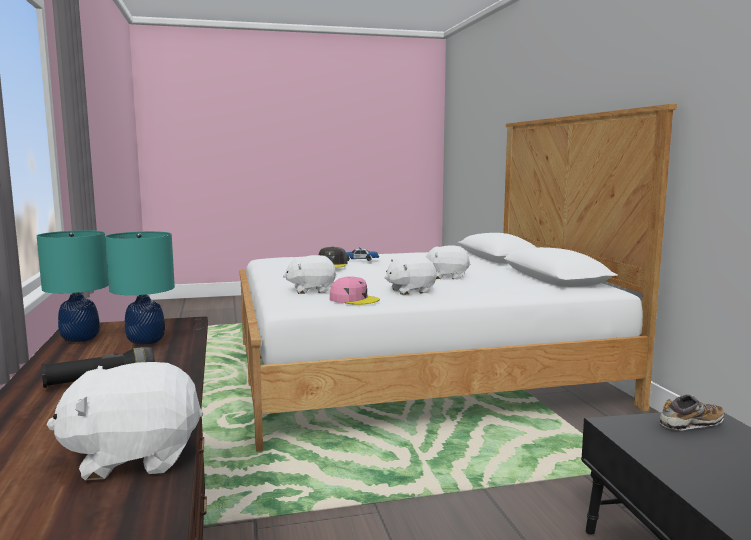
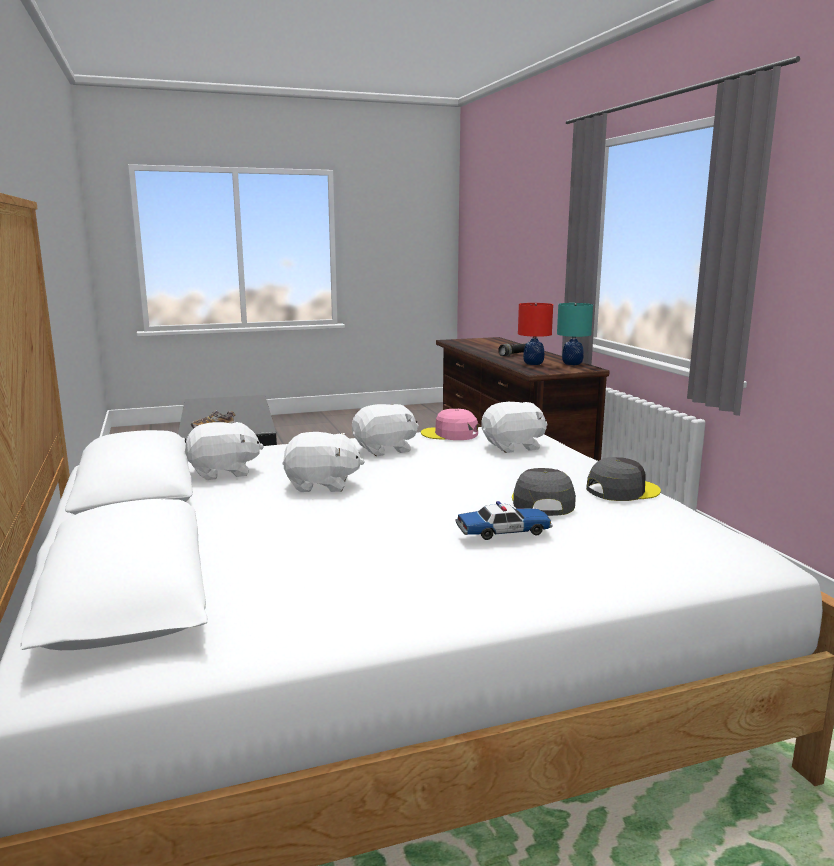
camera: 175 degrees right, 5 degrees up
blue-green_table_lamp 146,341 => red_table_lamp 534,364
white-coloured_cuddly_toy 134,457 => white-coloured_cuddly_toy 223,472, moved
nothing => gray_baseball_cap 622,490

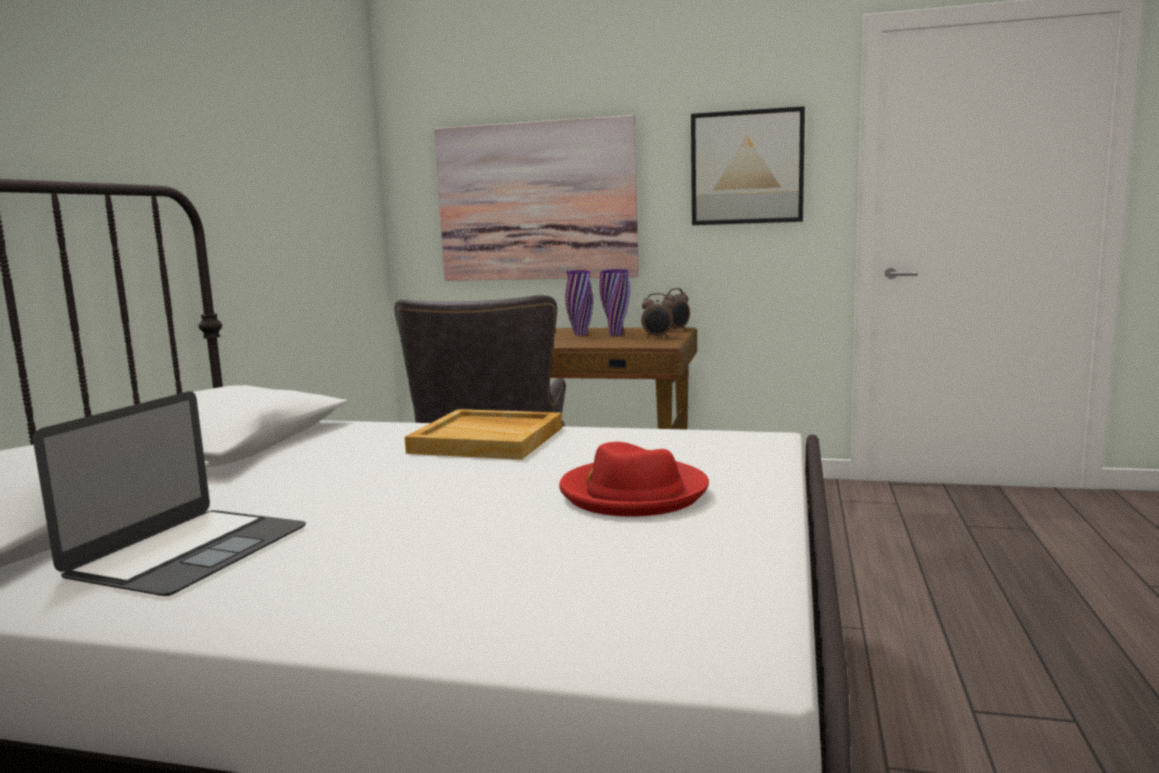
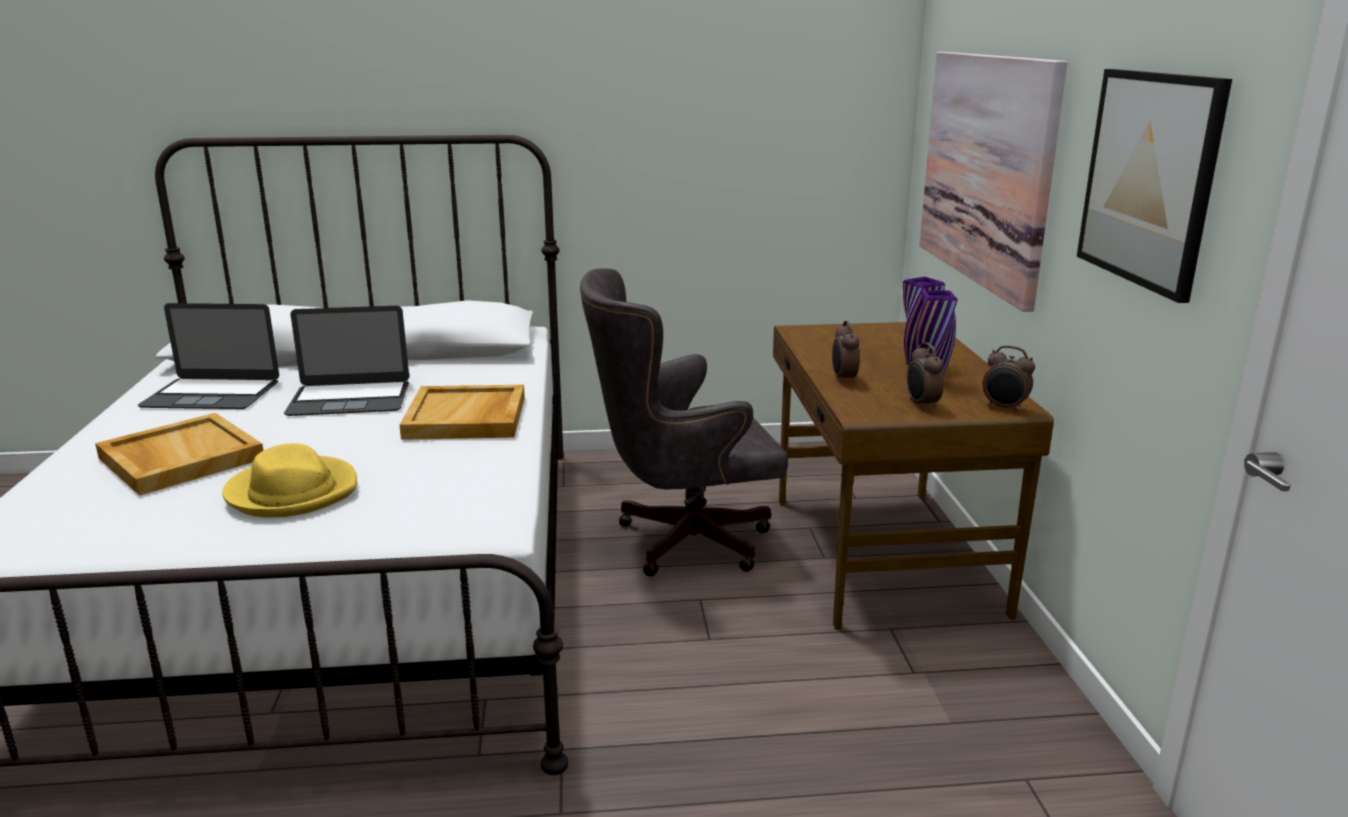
camera: 70 degrees right, 10 degrees up
red_clothing_hat 633,493 => yellow-coloured_clothing_hat 292,492
nothing => laptop 349,399
nothing => table_clock 843,379
nothing => beige-coloured_tray 180,458

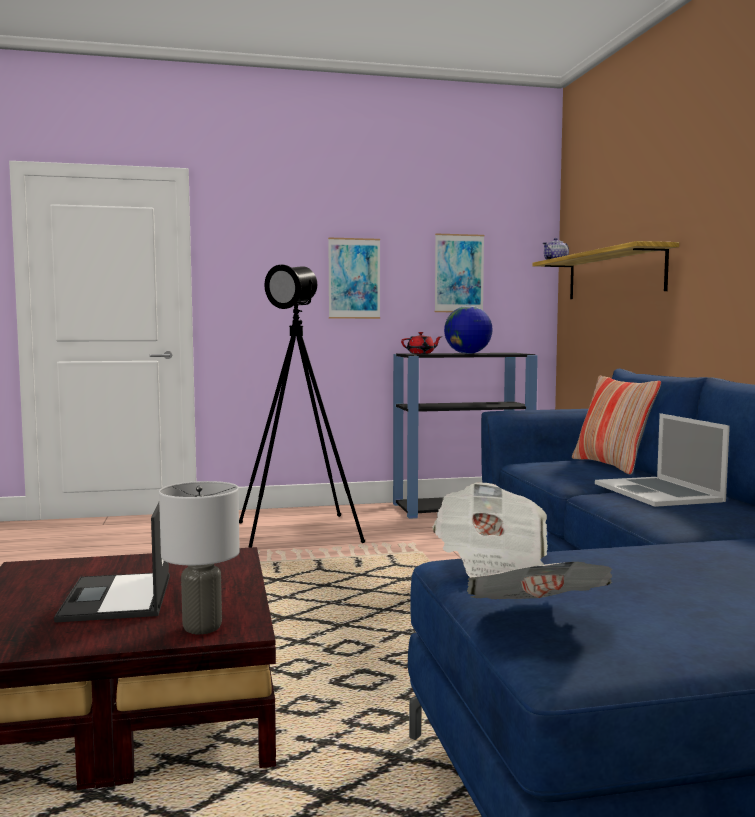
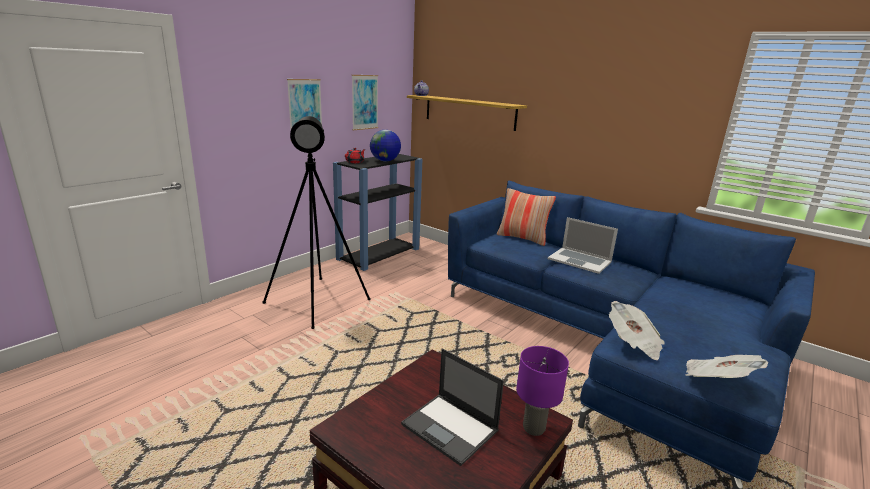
camera: 40 degrees left, 15 degrees up
white-coloured_table_lamp 200,629 => purple_table_lamp 533,430

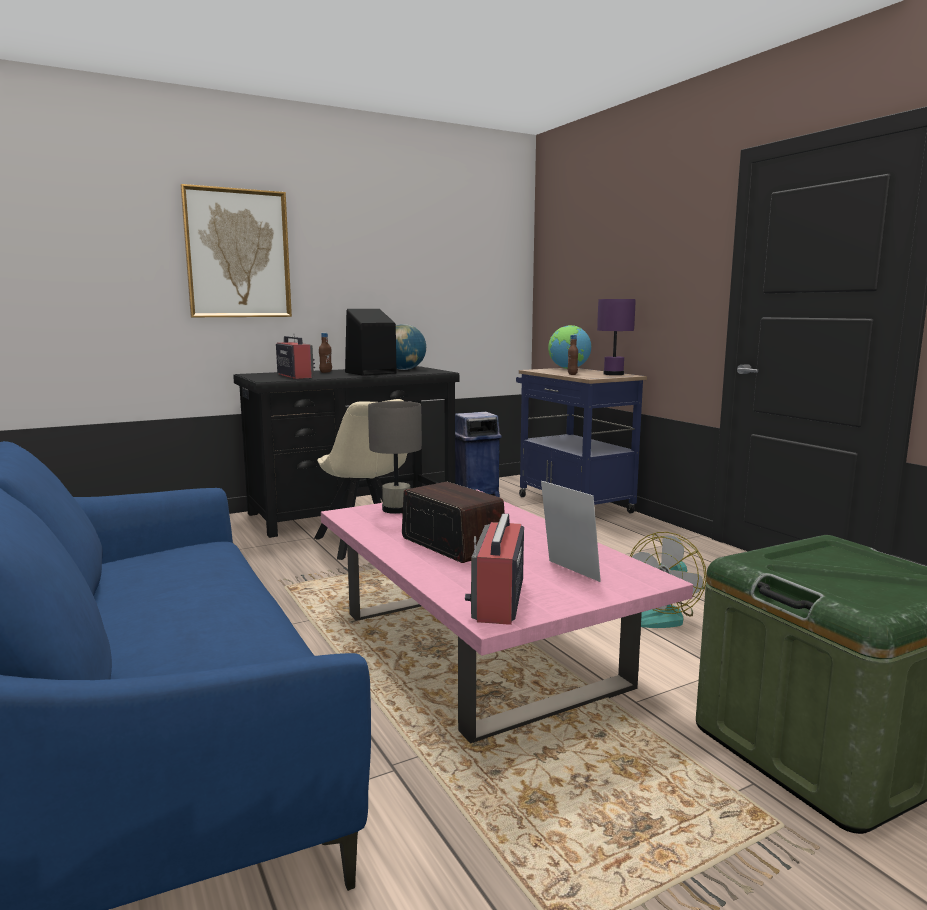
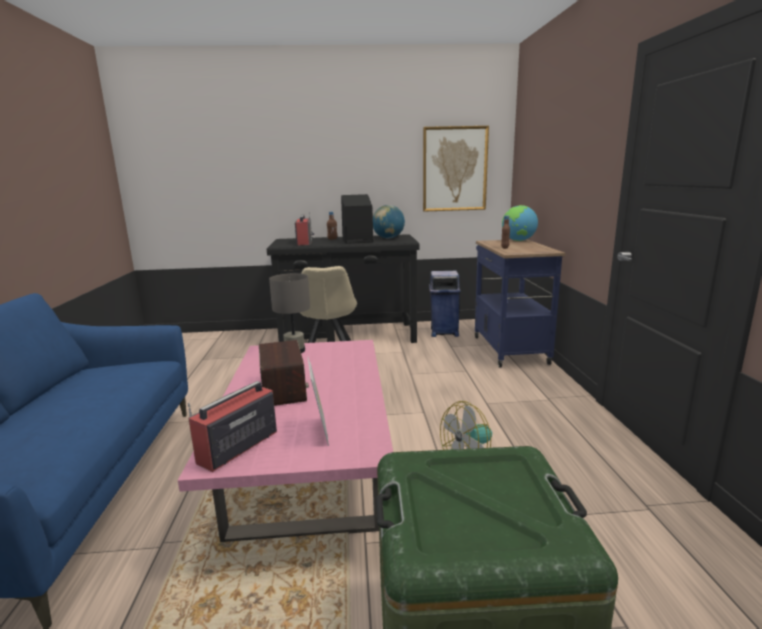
camera: 25 degrees right, 5 degrees up
picture 238,254 => picture 454,169, moved
purple_table_lamp 613,374 => nothing

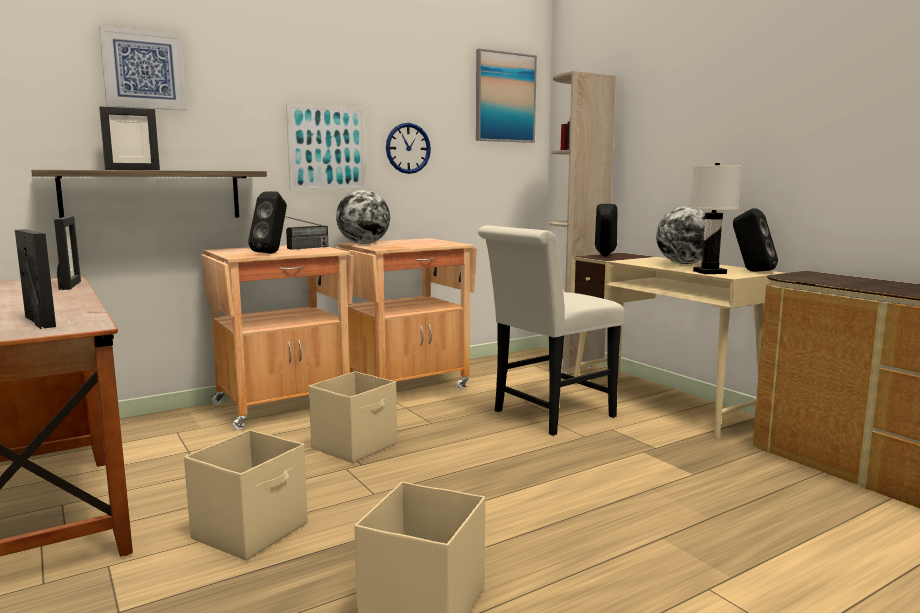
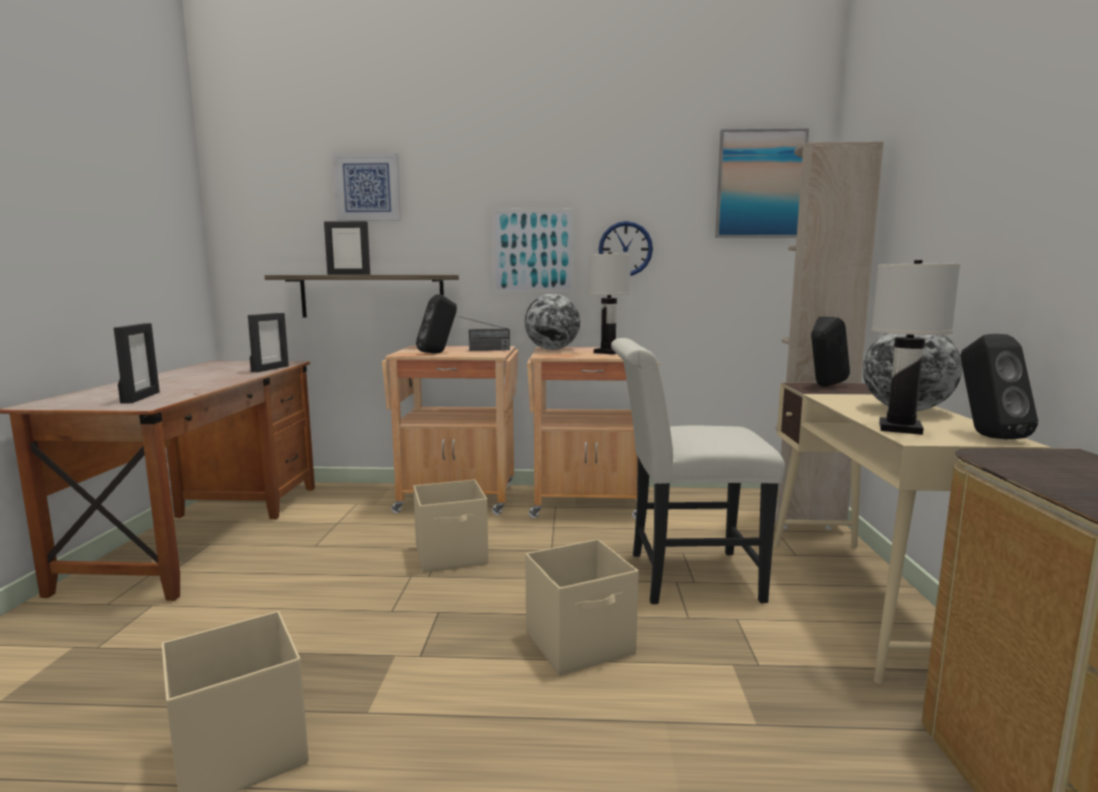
camera: 35 degrees right, 0 degrees up
beige-coloured_storage_box 252,531 => beige-coloured_storage_box 581,643, moved
nothing => white-coloured_table_lamp 607,352

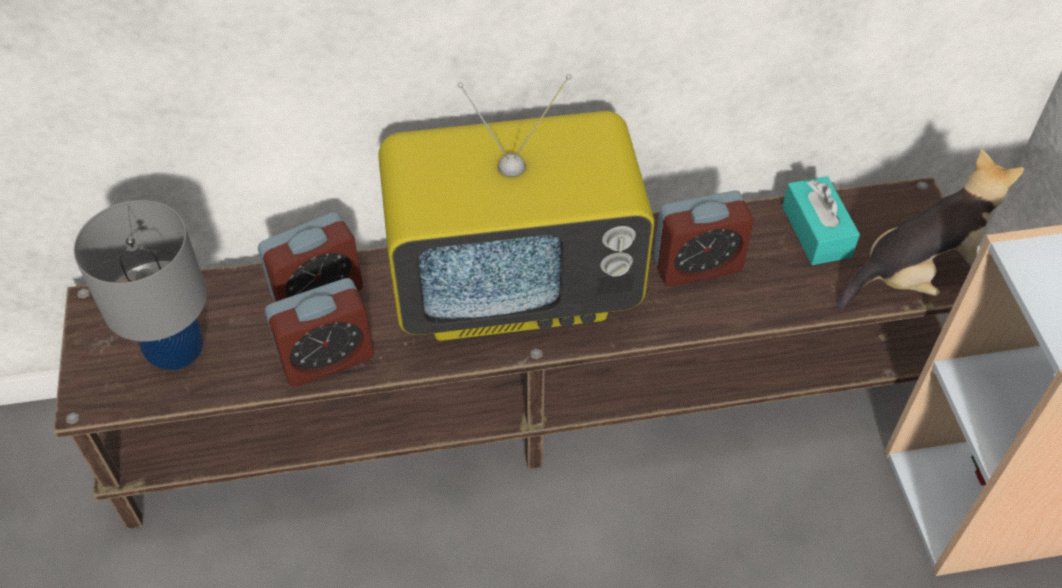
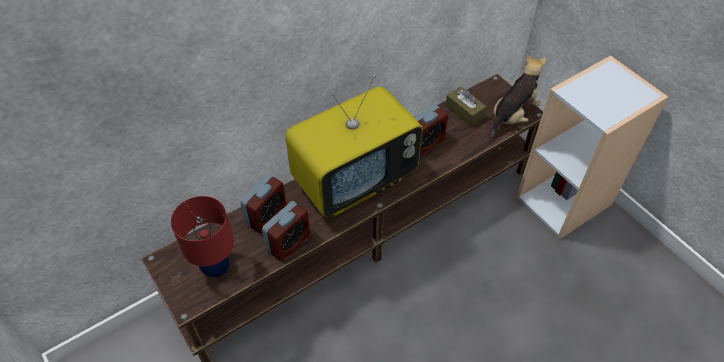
camera: 25 degrees left, 0 degrees up
blue-green_tissue_holder 816,231 => brown-coloured_tissue_holder 464,112
gray_table_lamp 179,350 => red_table_lamp 216,266

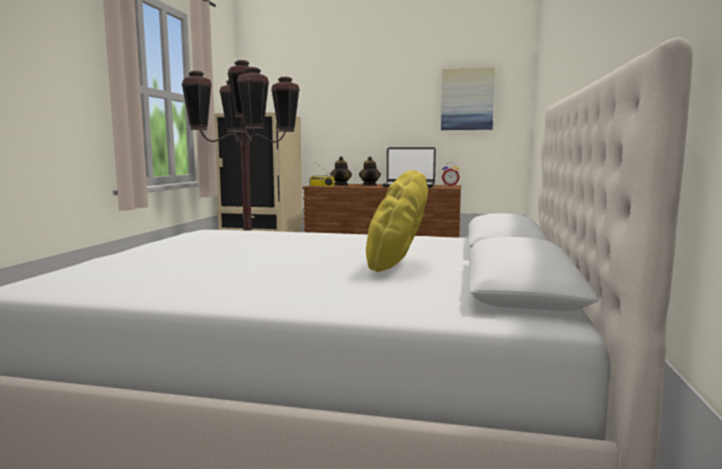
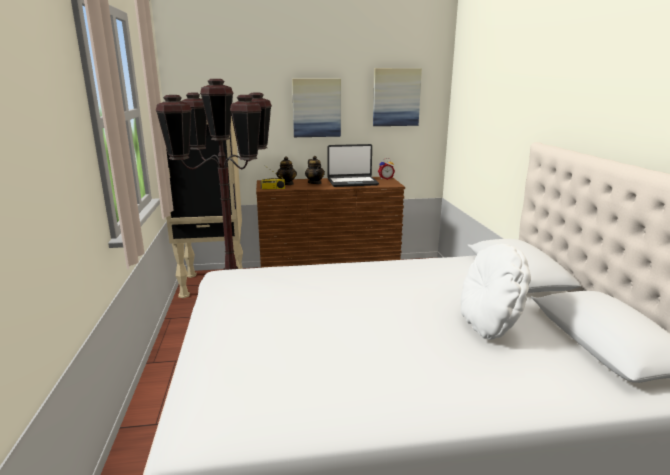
camera: 20 degrees left, 10 degrees up
yellow-coloured_cushion 397,269 => white-coloured_cushion 488,327
nothing => picture 316,108

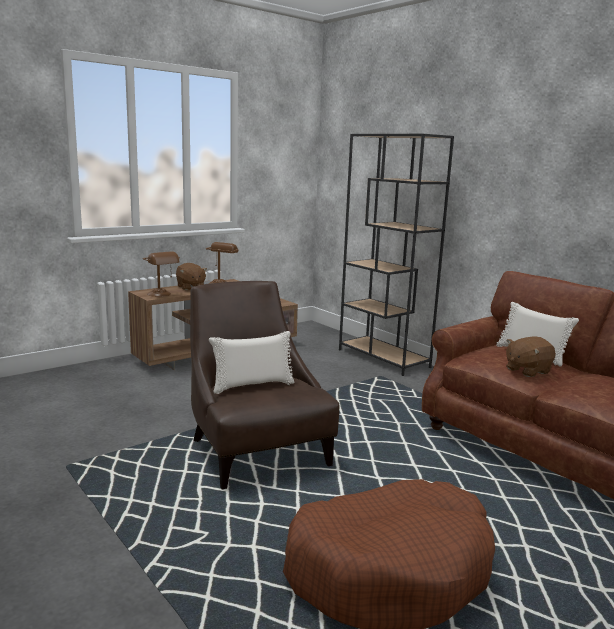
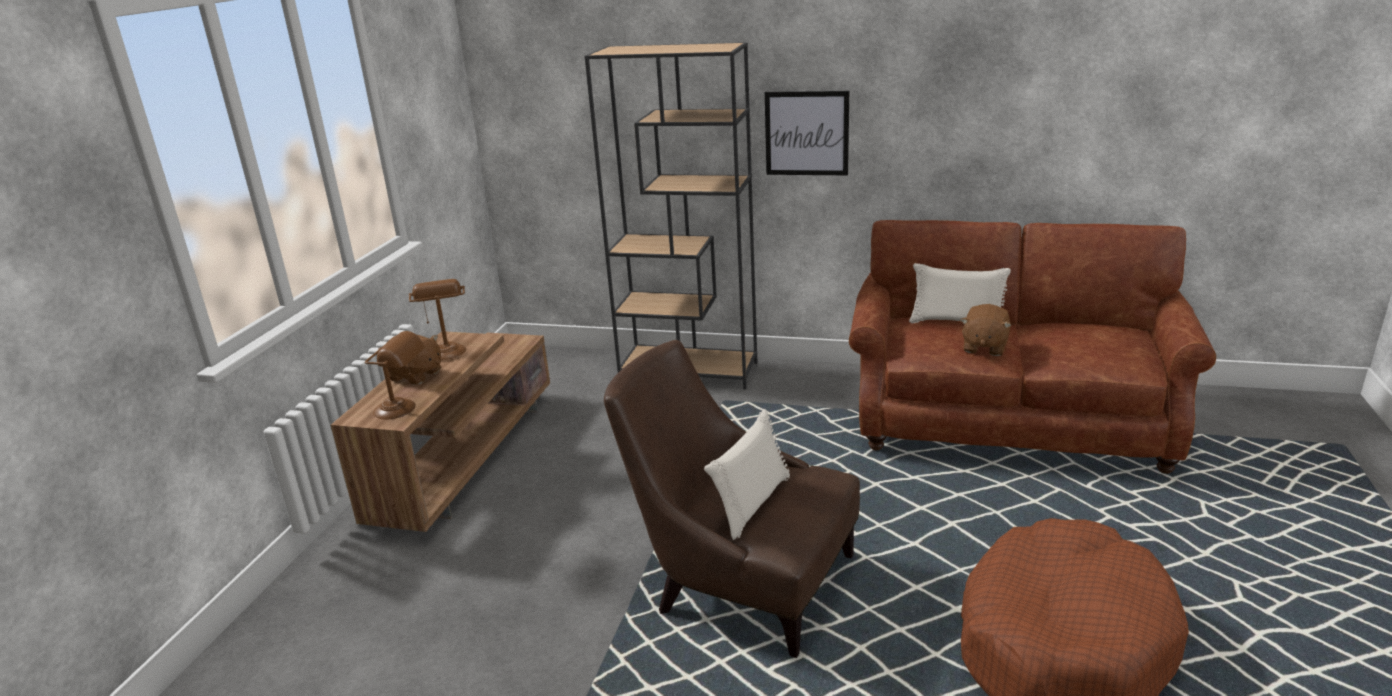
camera: 35 degrees left, 10 degrees up
nothing => picture 806,133

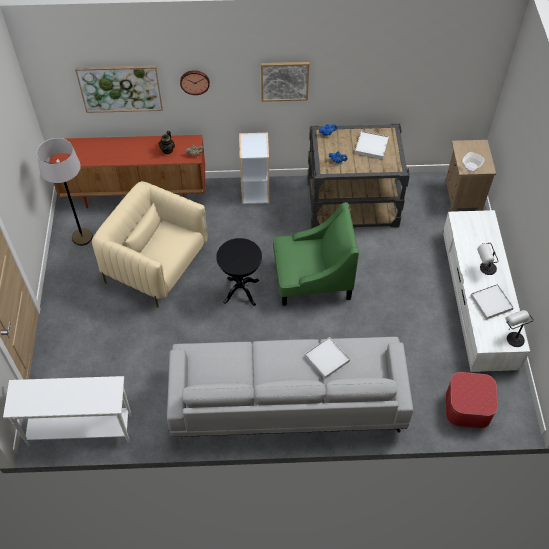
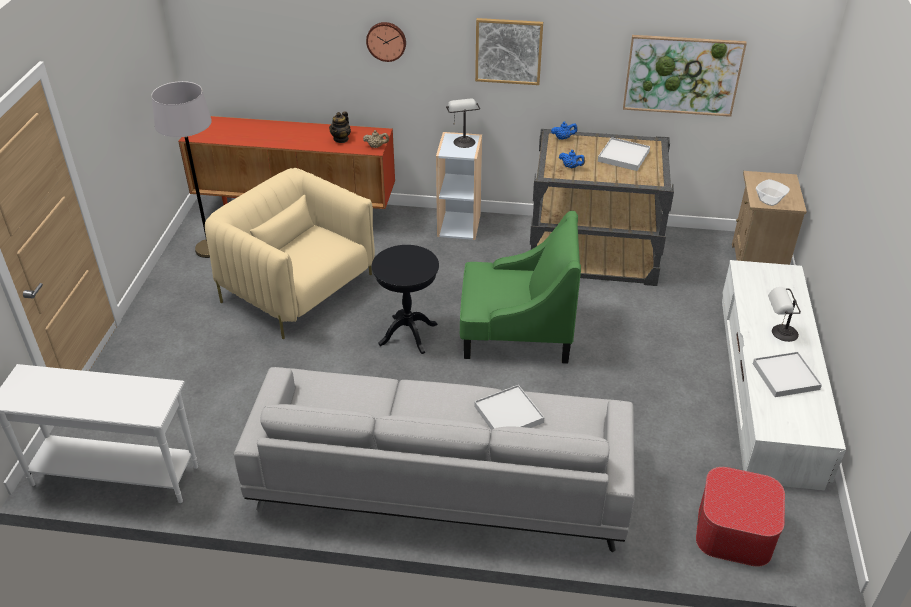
camera: 10 degrees right, 15 degrees down
picture 120,88 => picture 682,75, moved
table_lamp 513,336 => table_lamp 462,140, moved

